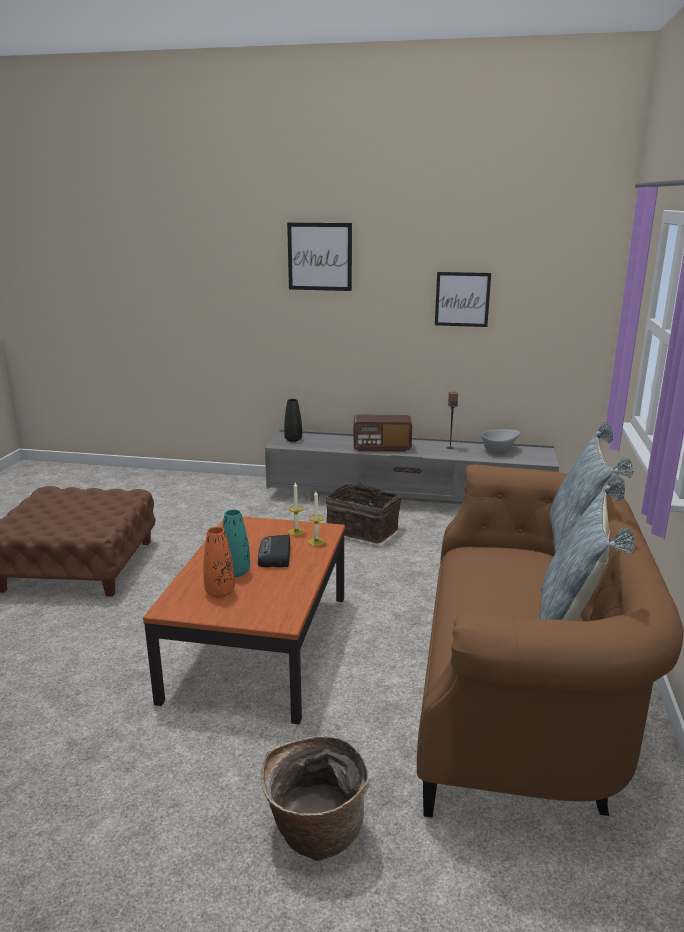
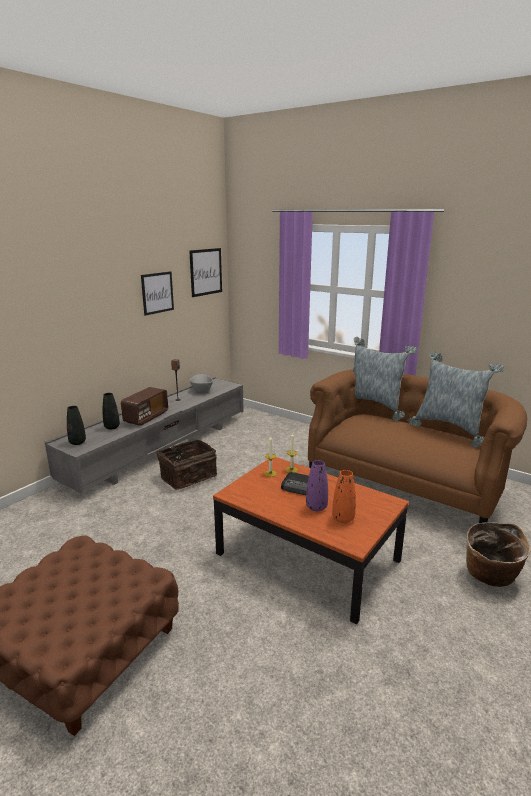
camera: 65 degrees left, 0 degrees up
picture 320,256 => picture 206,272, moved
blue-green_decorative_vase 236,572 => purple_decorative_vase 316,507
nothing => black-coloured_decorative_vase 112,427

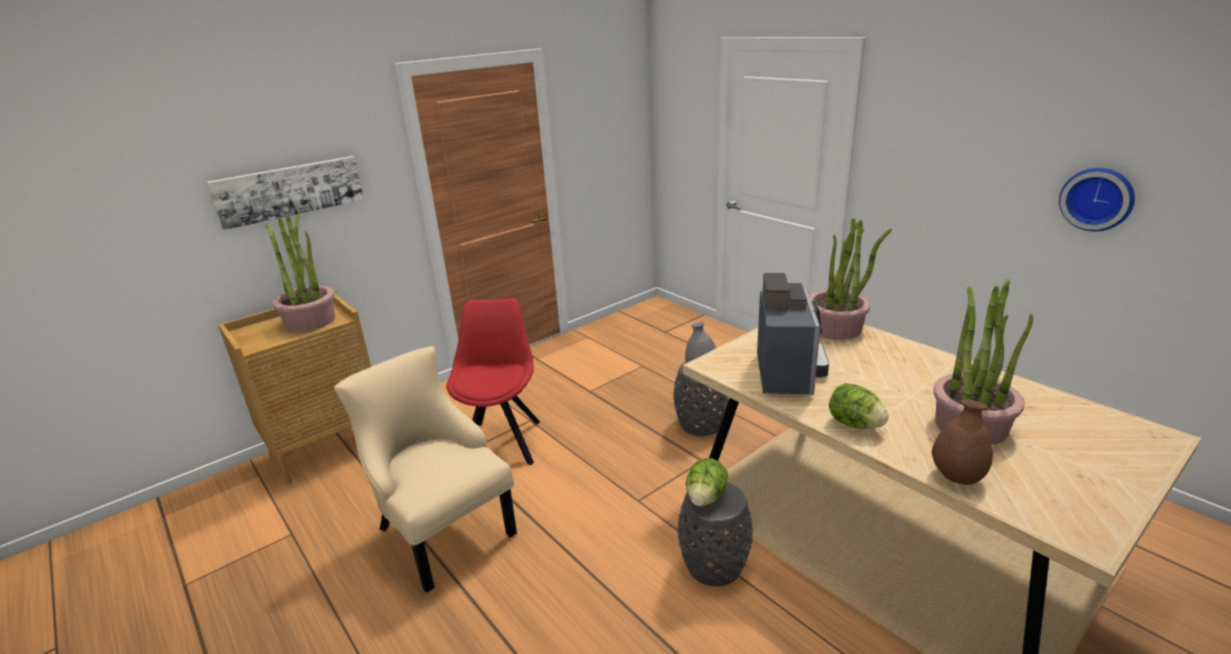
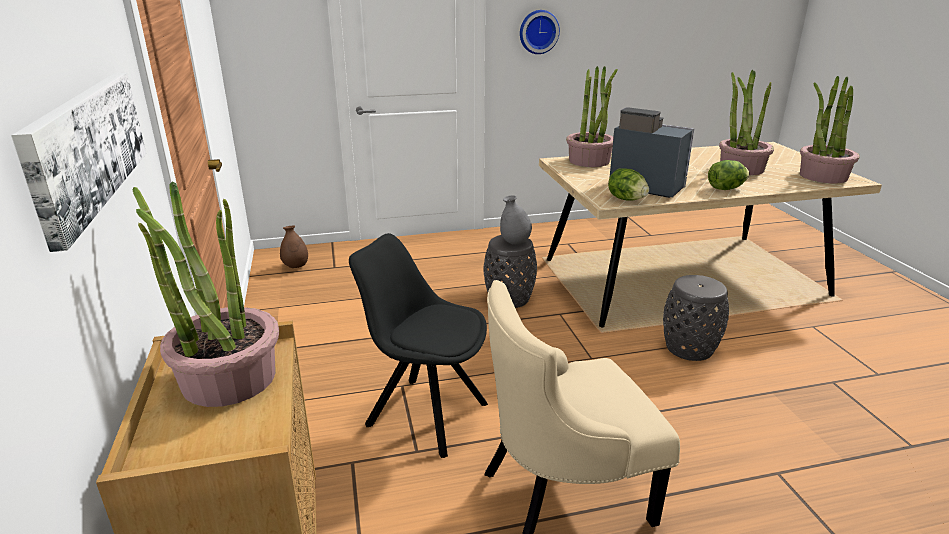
camera: 65 degrees left, 0 degrees up
clock_on_the_wall 1097,198 => clock_on_the_wall 538,31, moved
red_chair 502,442 => black-coloured_chair 426,414
brown-coloured_decorative_vase 957,476 => brown-coloured_decorative_vase 296,266, moved
head_of_lettuce 706,497 => head_of_lettuce 626,199, moved
nothing => houseplant 822,176

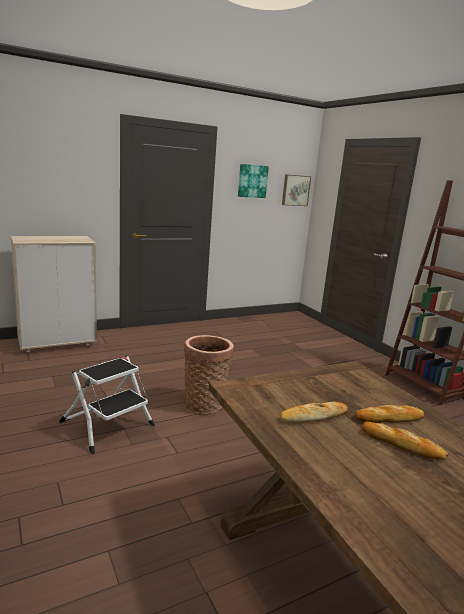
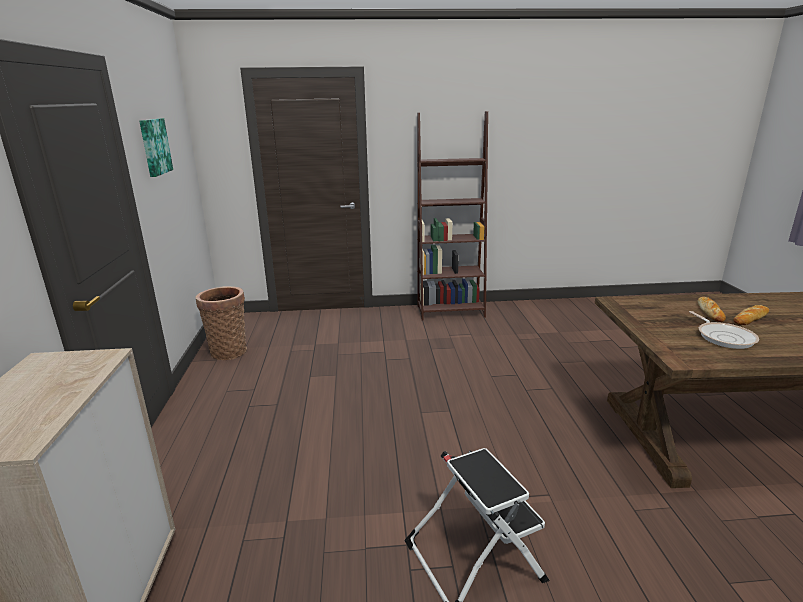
camera: 65 degrees left, 5 degrees up
picture 295,190 => nothing
basket 205,404 => basket 228,351, moved
baked_bread 313,416 => pan 724,337

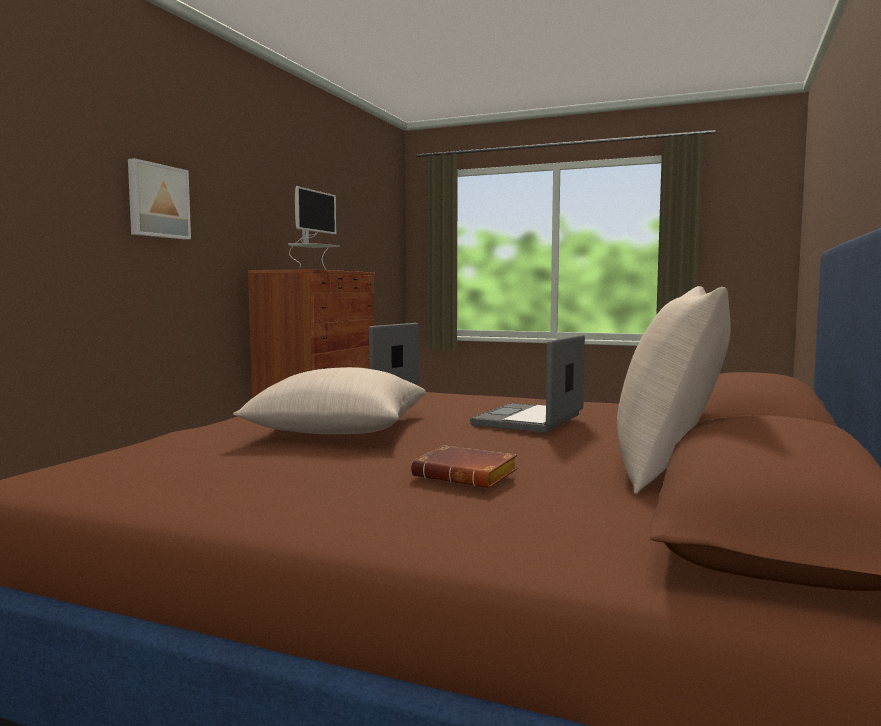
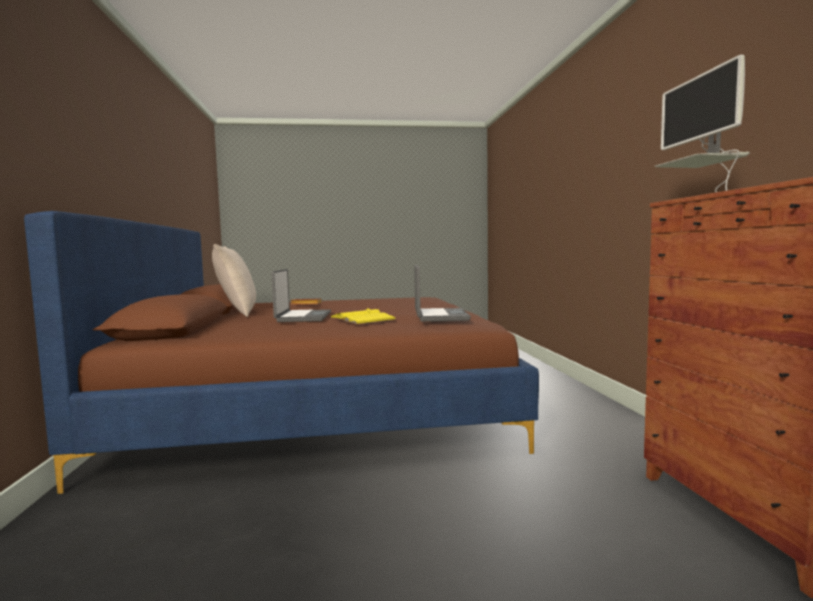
camera: 150 degrees right, 0 degrees up
picture 157,201 => nothing
beige-coloured_cushion 339,430 => nothing
nothing => yellow-coloured_book 362,318

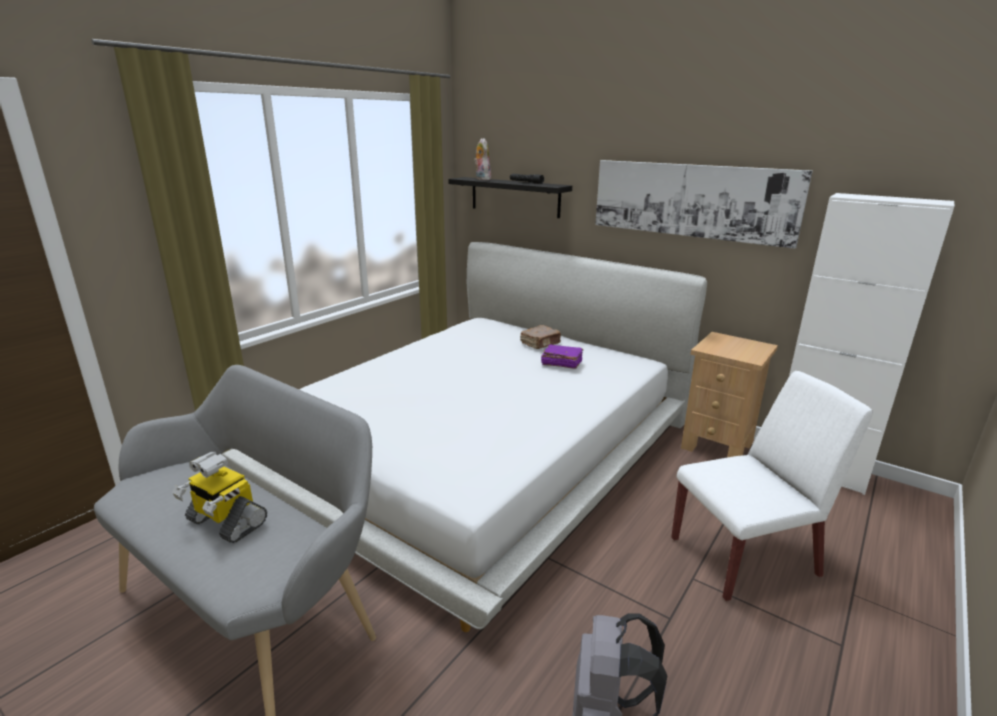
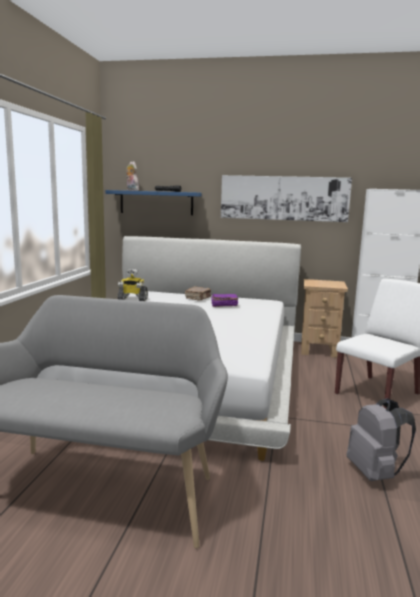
camera: 25 degrees left, 10 degrees down
black-coloured_bracket_shelf 514,197 => bluish_bracket_shelf 156,202
robot_figure 225,522 => robot_figure 132,299, moved

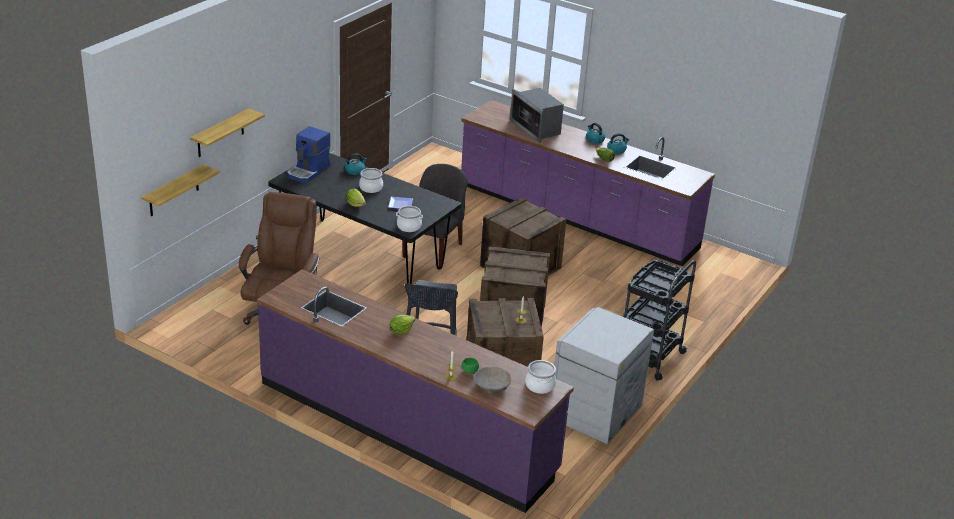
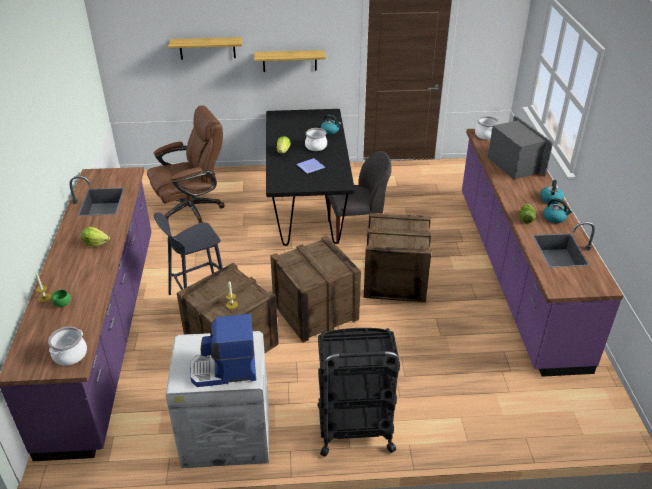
camera: 55 degrees right, 5 degrees up
kitchen_microwave 536,128 => kitchen_microwave 514,164, 135 degrees clockwise
coffee_machine 308,171 => coffee_machine 224,371, moved
bracket_shelf 173,191 => bracket_shelf 289,61, moved
cooking_pot 409,227 => cooking_pot 485,135, moved
beige-coloured_bowl 491,385 => nothing

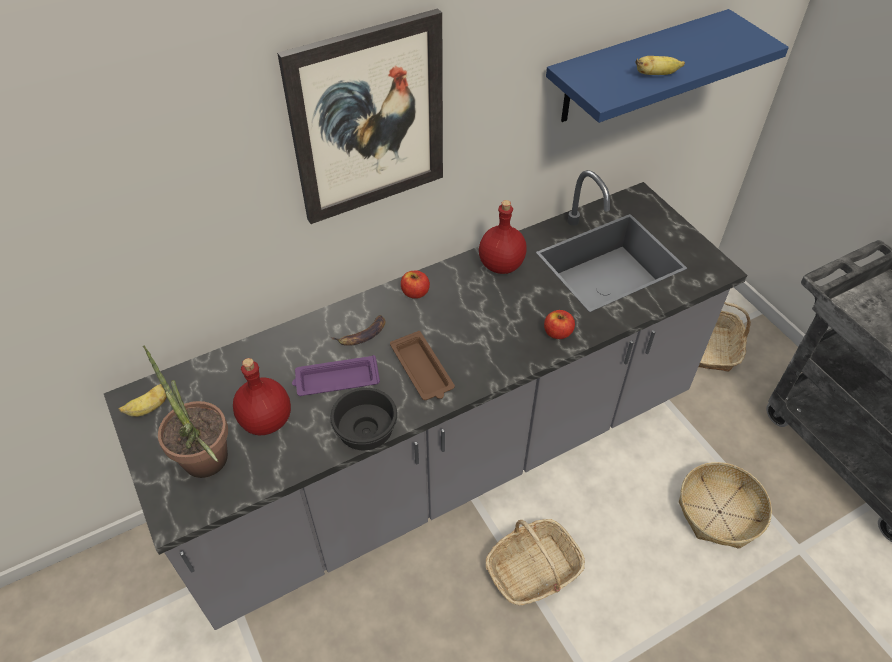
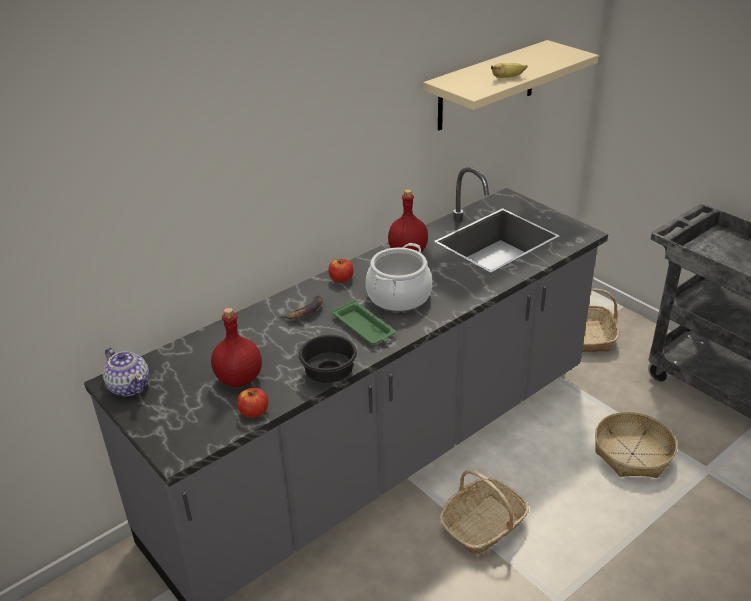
camera: 10 degrees left, 15 degrees down
picture 368,120 => nothing
bluish_bracket_shelf 635,67 => beige-coloured_bracket_shelf 487,86
apple_fruit 557,332 => apple_fruit 254,412, moved
brown-coloured_tray 422,370 => green_tray 364,327
houseplant 208,467 => nothing
purple_tray 336,380 => nothing
banana_fruit 148,408 => teapot 129,386
nothing => cooking_pot 398,296

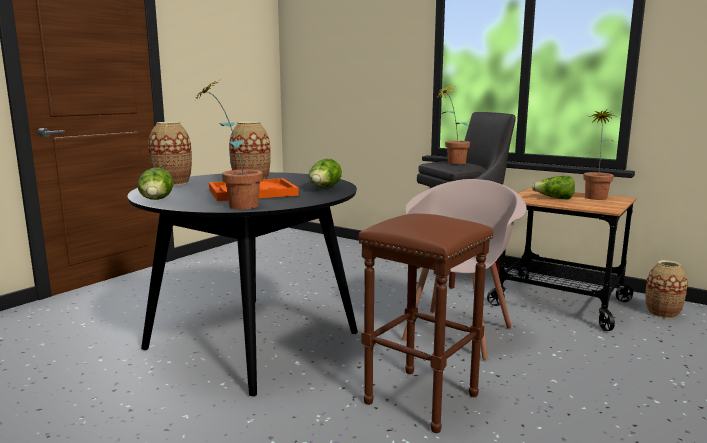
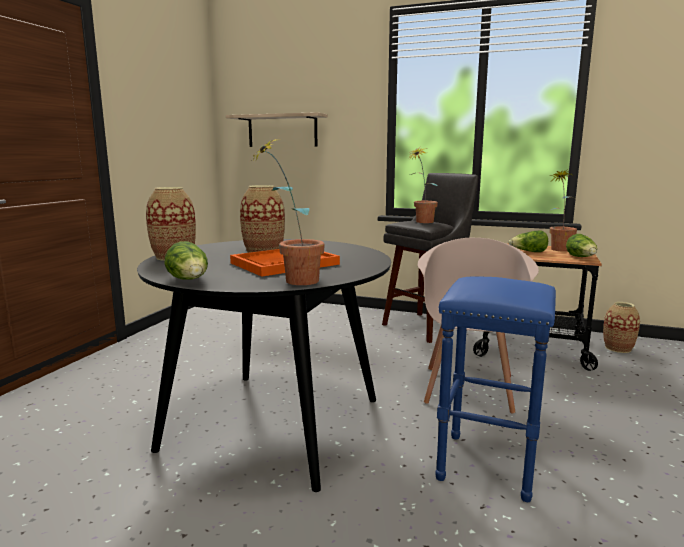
camera: 15 degrees left, 0 degrees up
head_of_lettuce 324,188 => head_of_lettuce 582,258, moved
brown-coloured_stool_seat 422,400 => bluish_stool_seat 489,466
nothing => bracket_shelf 282,131

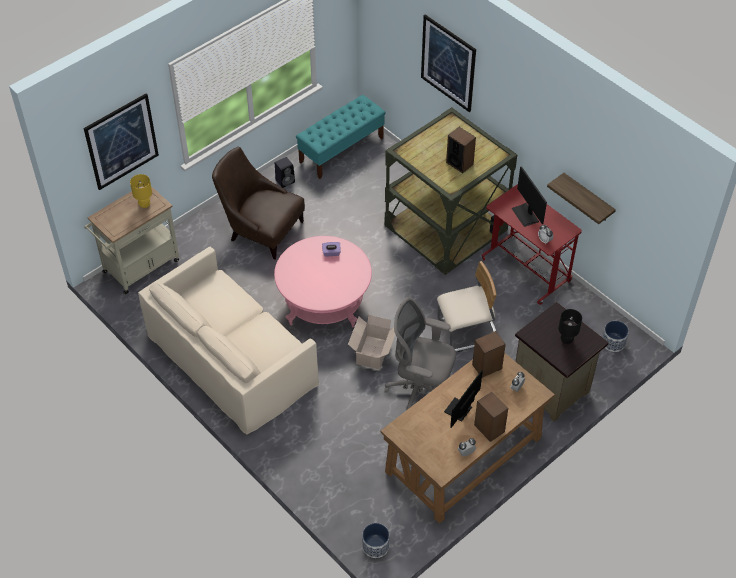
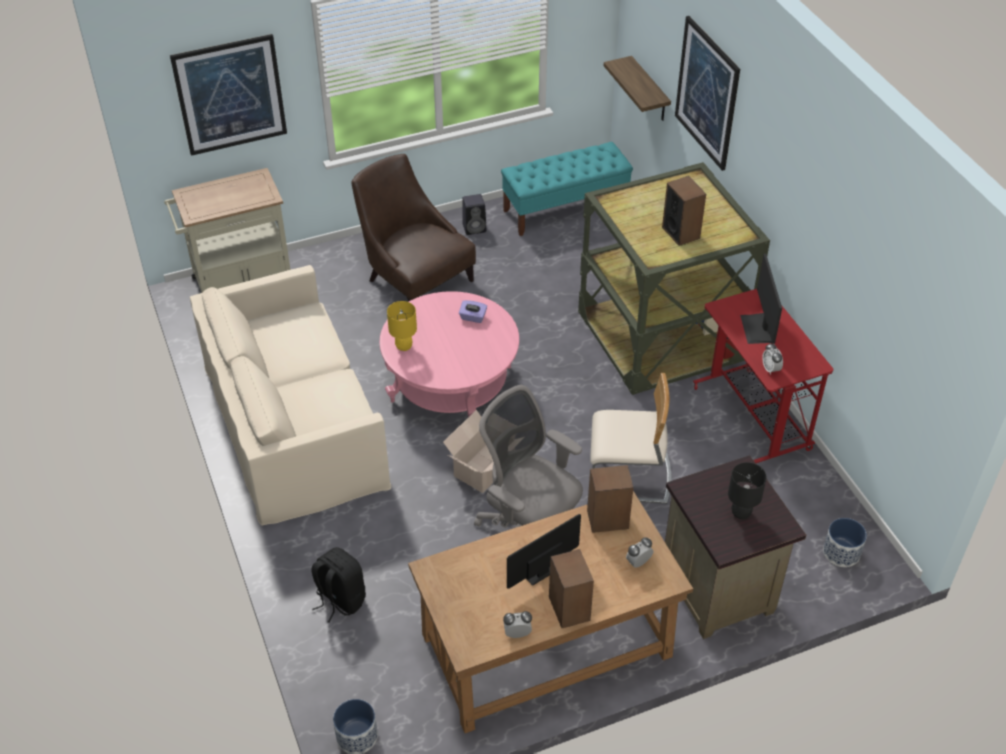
camera: 20 degrees right, 5 degrees down
bracket_shelf 588,198 => bracket_shelf 649,90, moved
yellow-coloured_table_lamp 144,204 => yellow-coloured_table_lamp 404,346, moved
nothing => black-coloured_backpack 340,599

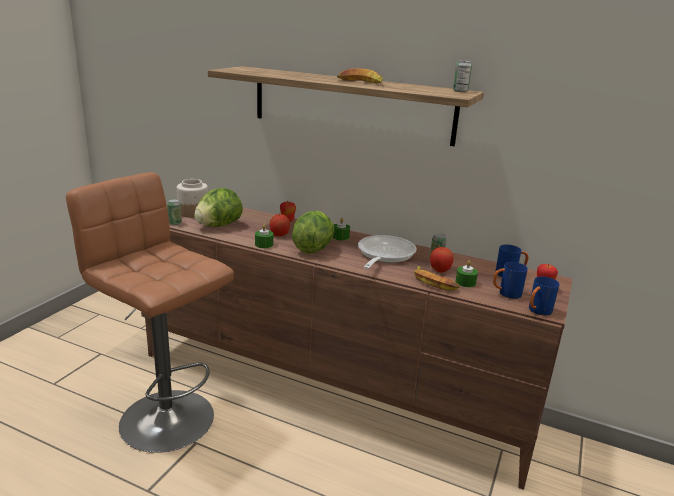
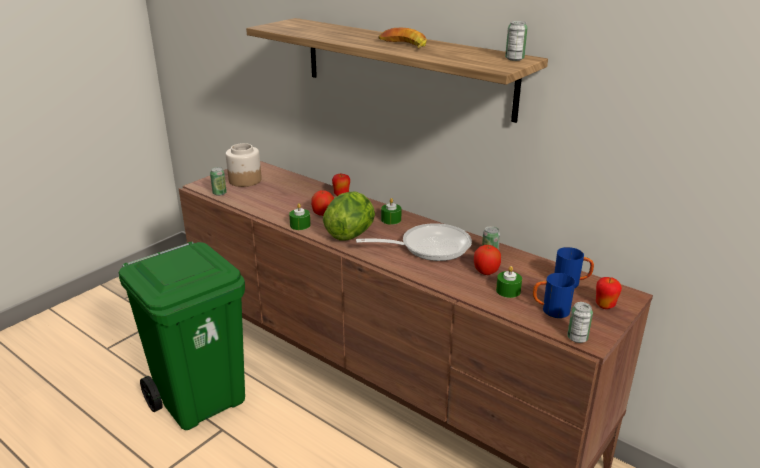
camera: 15 degrees right, 5 degrees up
brown-coloured_stool_seat 167,419 => green_rubbish_bin 202,400
head_of_lettuce 218,225 => nothing
pan 384,255 => pan 429,247, 45 degrees clockwise
banana_fruit 434,282 => nothing
bluish_tea_mug 537,311 => metal_can 577,338

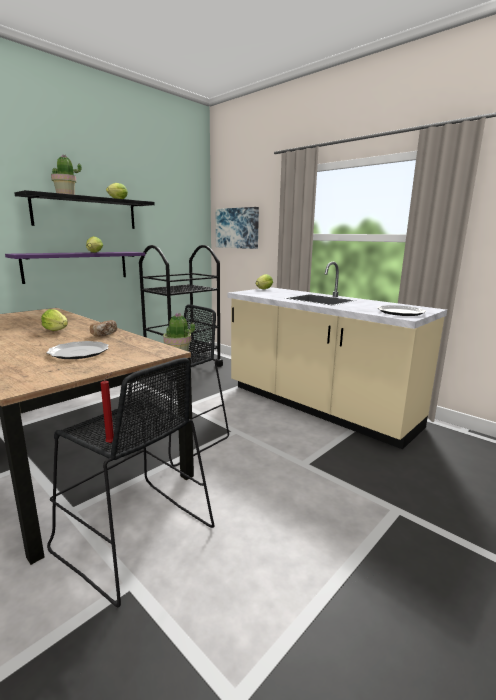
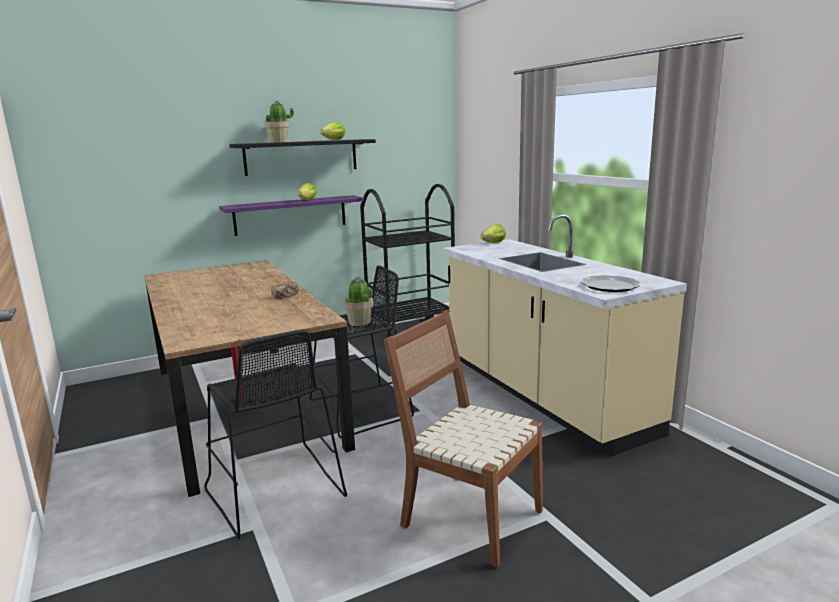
camera: 20 degrees right, 0 degrees up
picture 237,228 => nothing
head_of_lettuce 57,331 => nothing
dinner_plate 79,352 => nothing
nothing => chair 467,515

